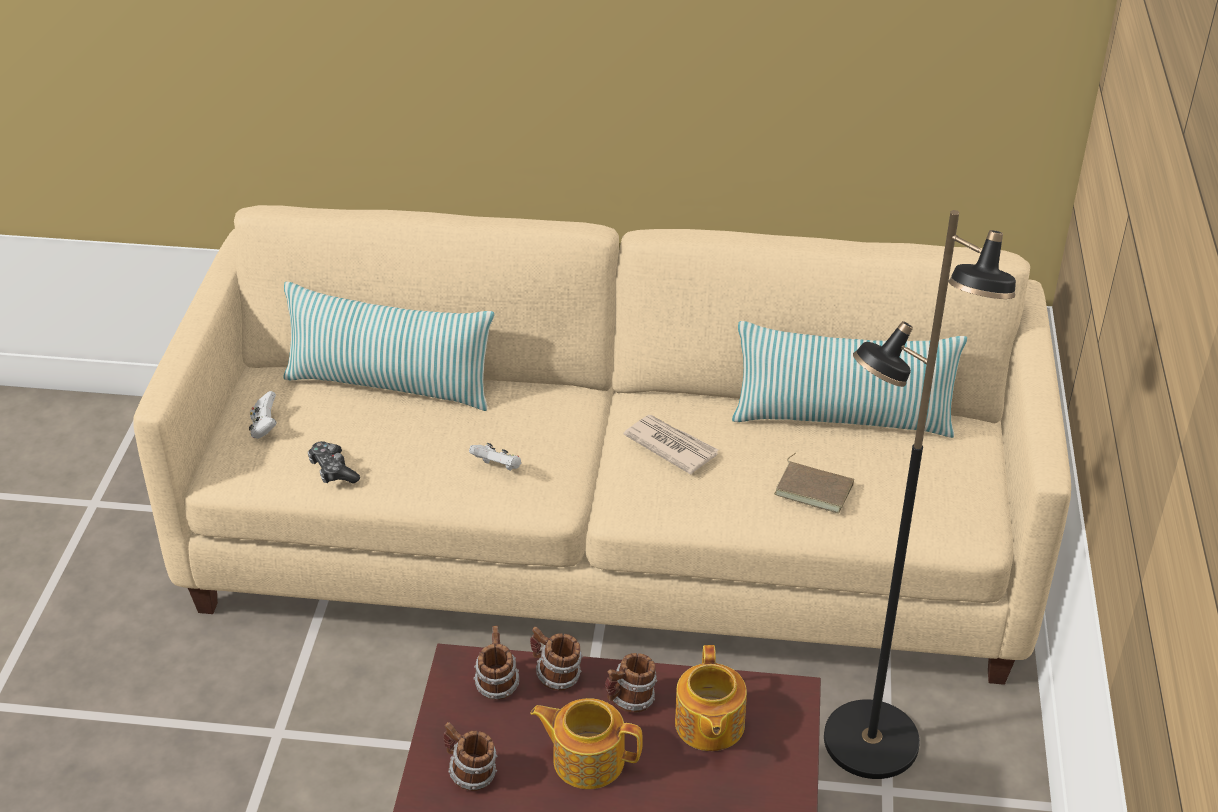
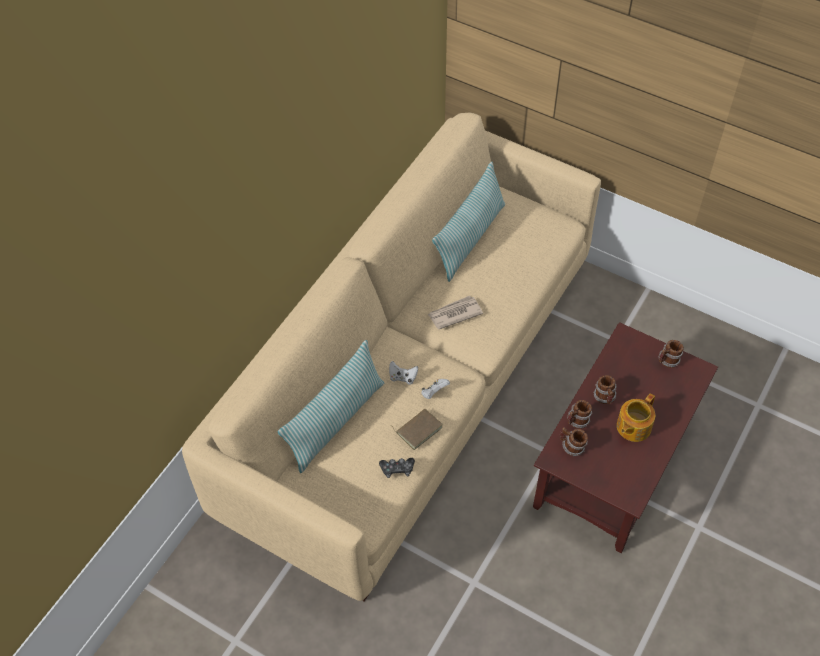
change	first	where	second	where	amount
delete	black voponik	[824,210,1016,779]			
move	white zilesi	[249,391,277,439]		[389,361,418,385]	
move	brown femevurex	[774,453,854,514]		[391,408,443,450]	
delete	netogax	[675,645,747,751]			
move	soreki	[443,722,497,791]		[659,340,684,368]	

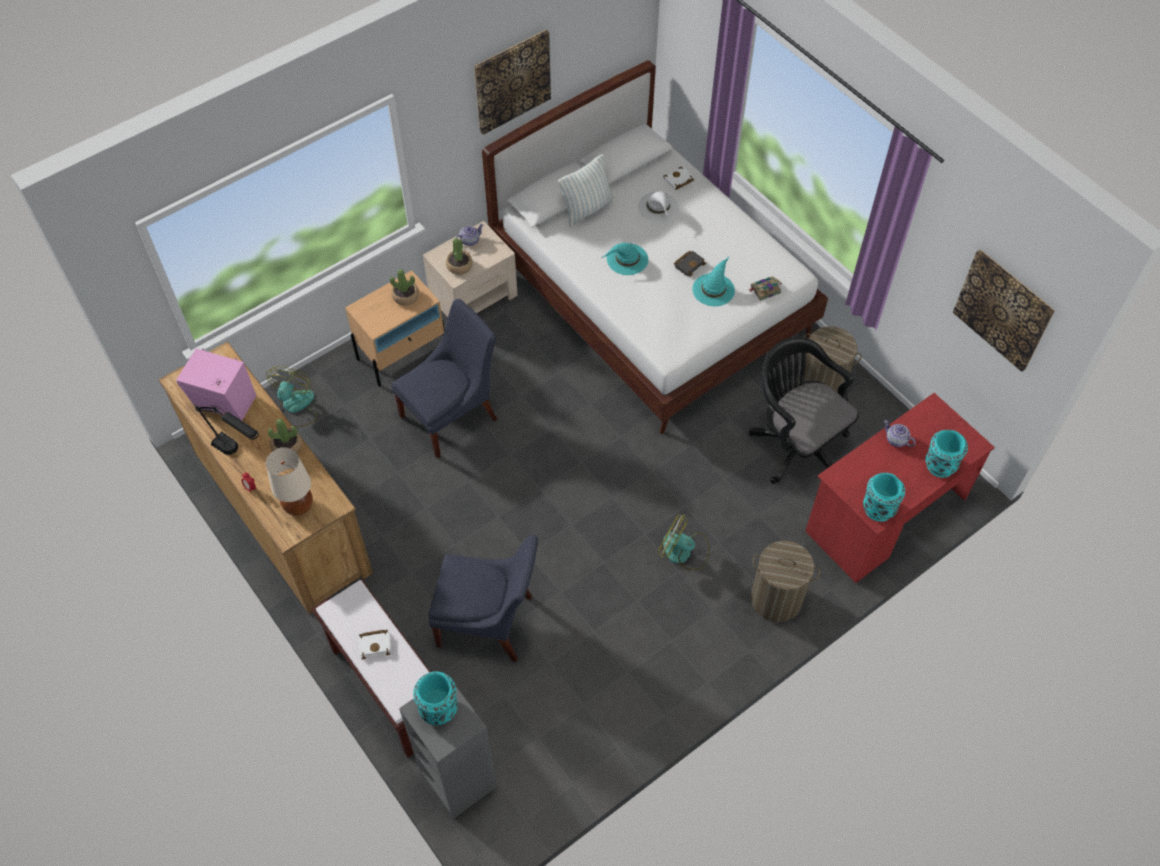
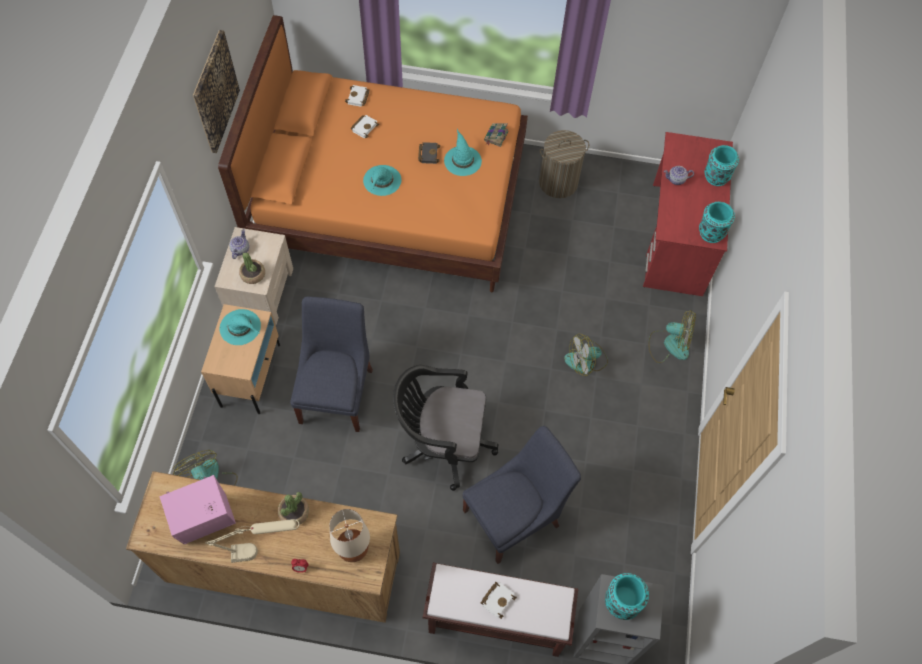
change	first	where	second	where	amount
recolor	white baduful	[482,60,828,434]	orange baduful	[218,15,528,293]	
delete	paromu	[558,154,615,227]			
replace	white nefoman	[638,191,679,222]	white femevurex	[351,115,379,138]	
delete	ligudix	[953,249,1055,372]			
replace	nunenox	[390,269,419,305]	turquoise nefoman	[219,309,261,345]	
move	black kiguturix	[749,337,859,484]		[393,365,499,491]	
recolor	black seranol	[194,405,259,455]	beige seranol	[205,519,299,563]	
replace	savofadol	[751,541,820,622]	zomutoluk	[648,310,696,363]	

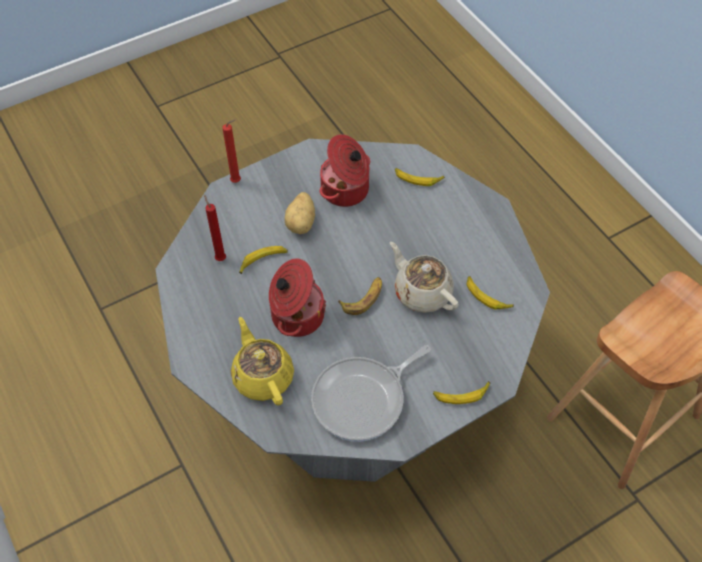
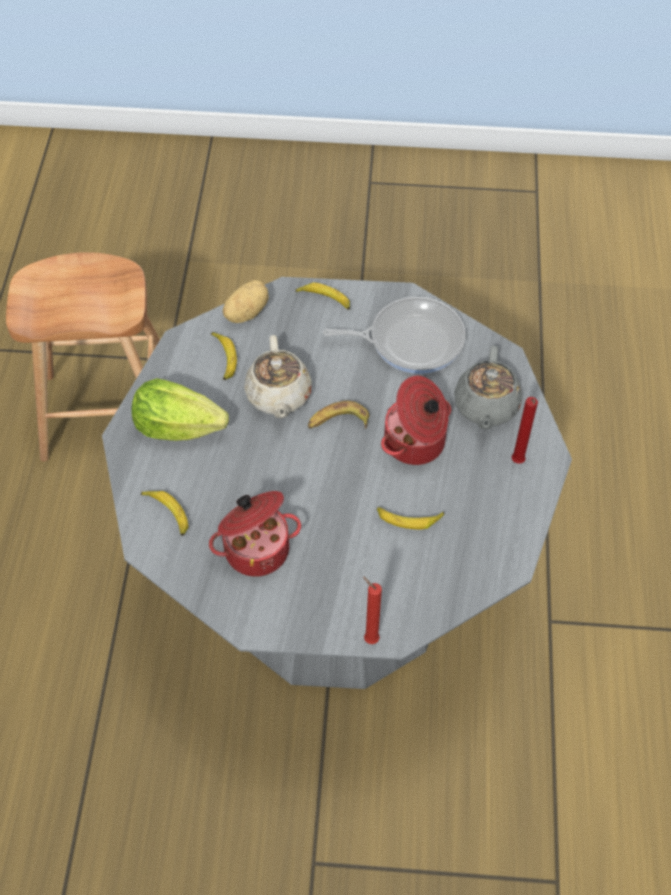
change	first	where	second	where	amount
move	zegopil	[285,192,315,234]		[223,280,269,323]	
move	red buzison	[204,194,226,261]		[512,397,538,464]	
recolor	yellow netogax	[231,317,294,405]	grey netogax	[454,346,522,429]	
insert			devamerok	[131,378,229,441]	

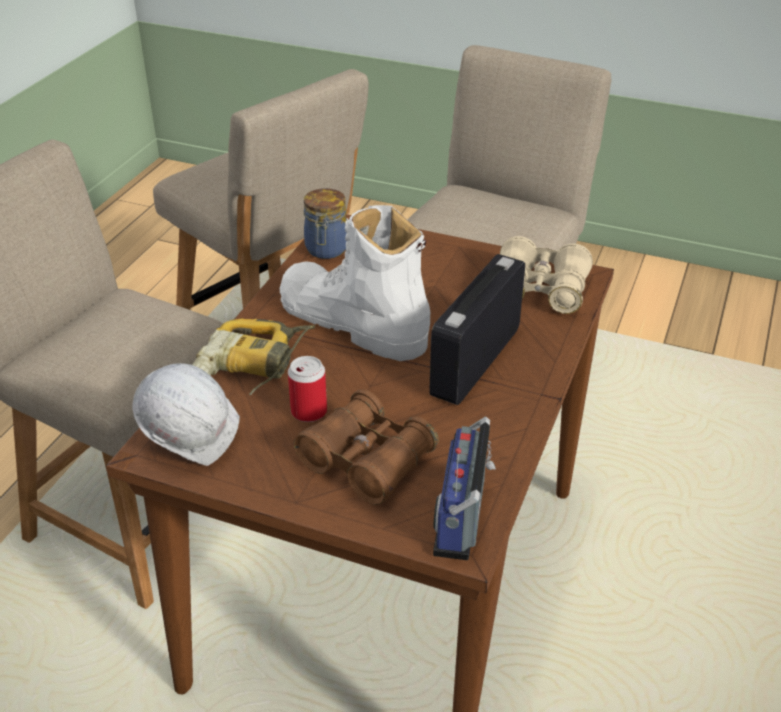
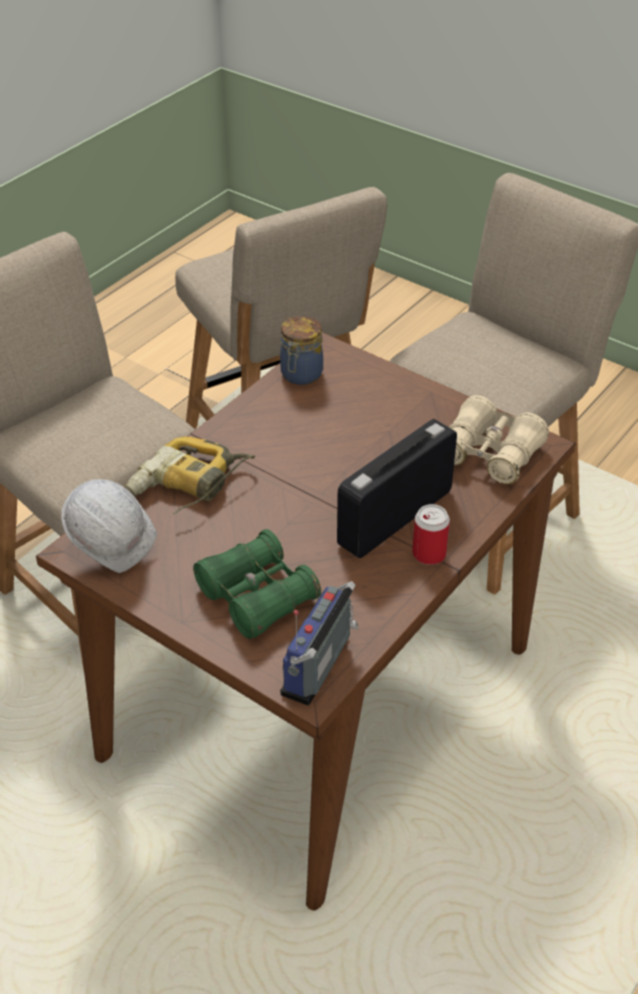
change	first	where	second	where	amount
delete	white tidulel	[280,205,430,361]			
move	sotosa	[288,356,327,422]		[412,504,450,565]	
recolor	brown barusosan	[294,389,439,505]	green barusosan	[193,529,321,639]	

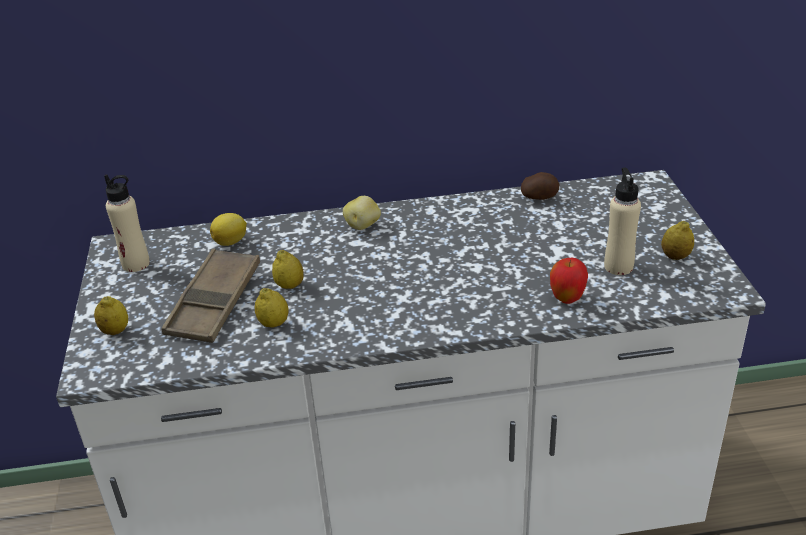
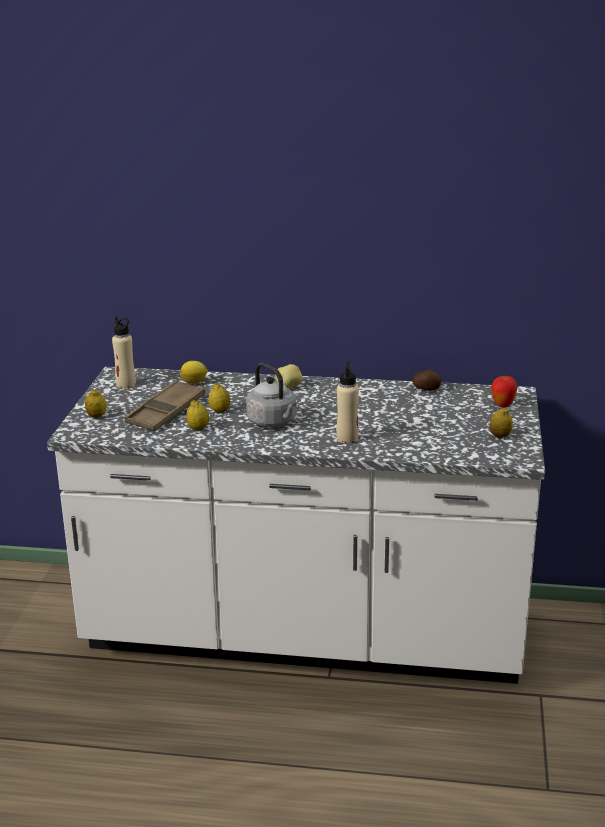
change	first	where	second	where	amount
move	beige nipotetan	[604,167,641,275]		[336,361,359,444]	
move	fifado	[550,258,588,304]		[491,376,517,408]	
insert			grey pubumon	[246,363,297,427]	

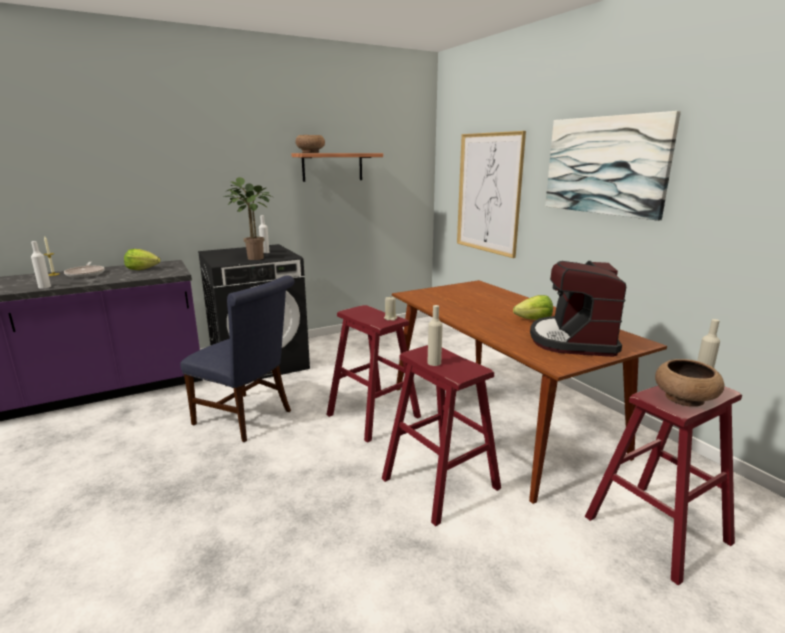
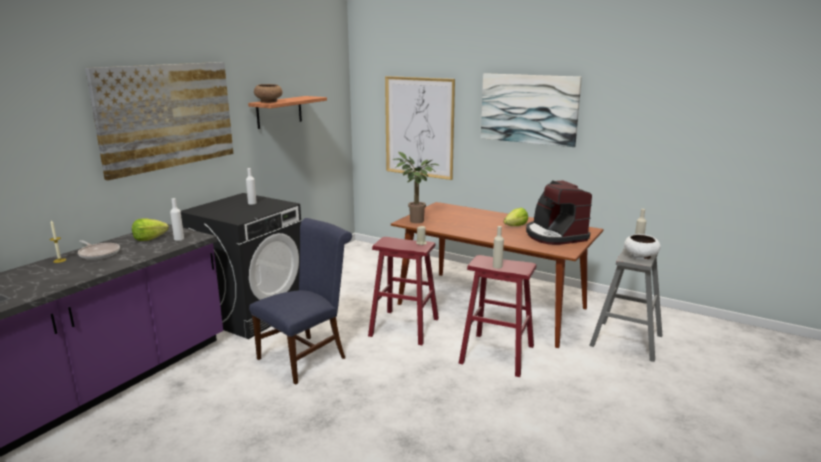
change	first	where	second	where	amount
move	nunenox	[224,177,273,260]		[393,152,440,223]	
move	white nipotetan	[31,241,51,288]		[170,198,184,241]	
rotate	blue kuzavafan	[180,276,295,442]		[249,218,352,385]	45 degrees counterclockwise
recolor	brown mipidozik	[655,359,724,407]	white mipidozik	[624,234,661,260]	
recolor	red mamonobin	[585,386,742,586]	grey mamonobin	[589,247,662,362]	
insert			ligudix	[85,62,233,181]	

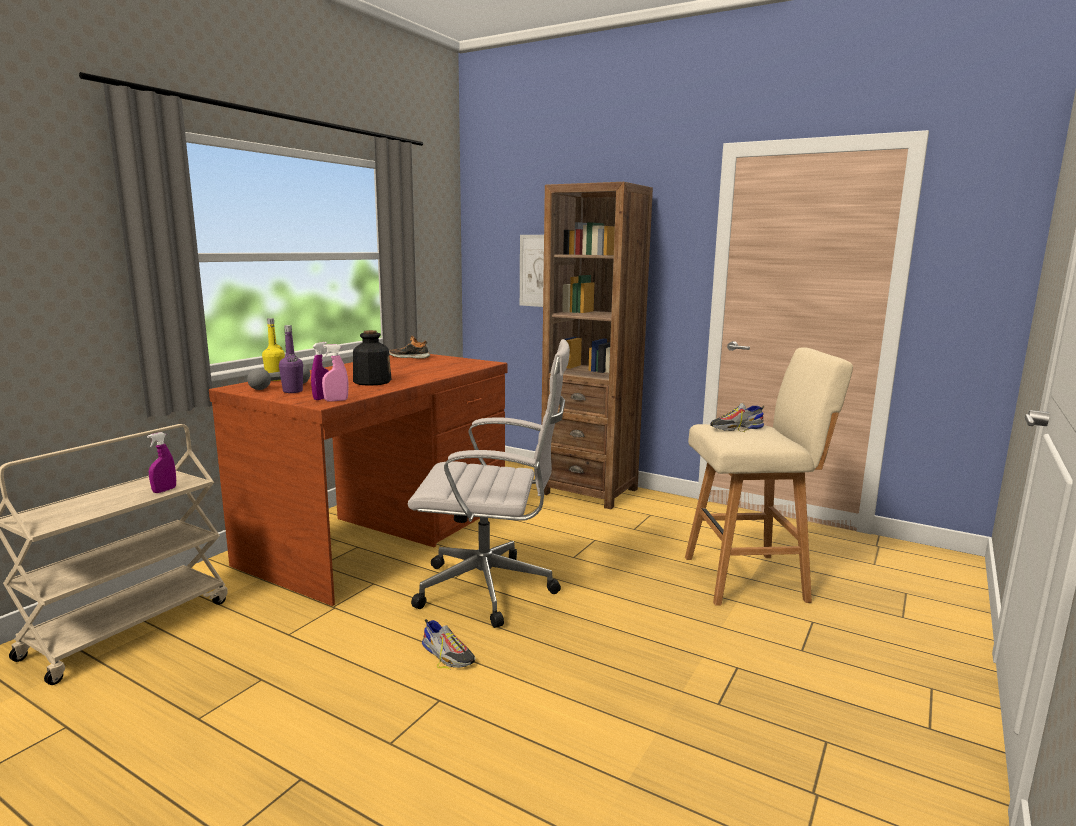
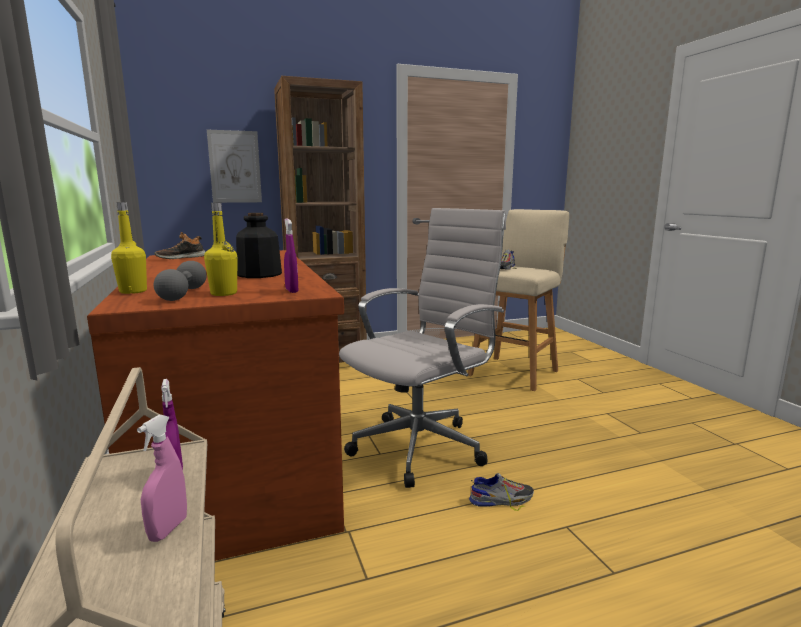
change	first	where	second	where	amount
recolor	purple nipotetan	[279,325,303,393]	yellow nipotetan	[204,203,237,296]	
move	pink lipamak	[322,344,348,401]		[137,415,187,542]	

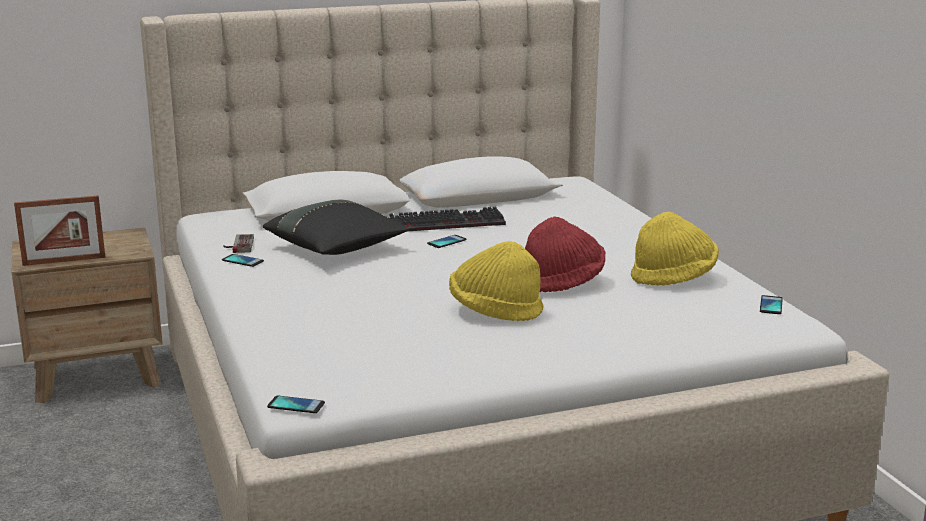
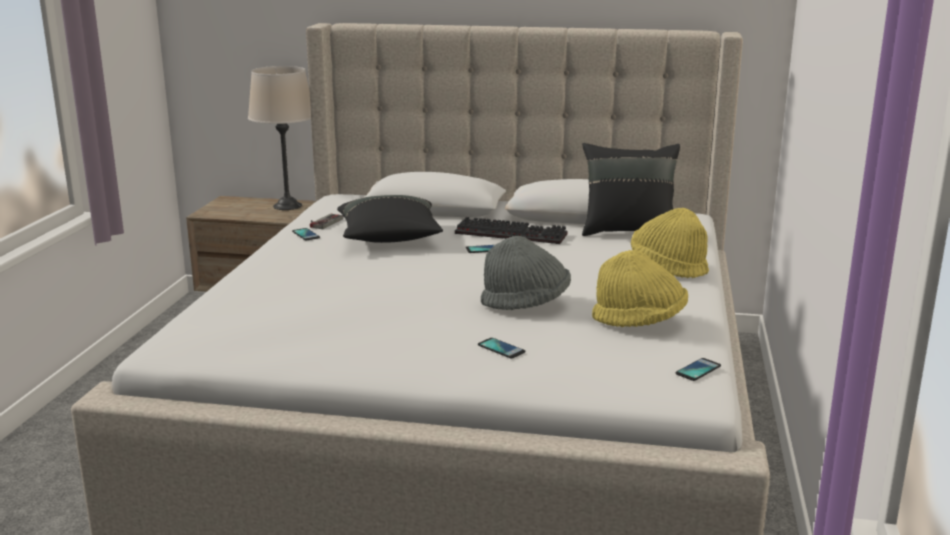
change	first	where	second	where	amount
delete	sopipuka	[14,195,105,266]			
recolor	red nefoman	[525,217,605,292]	grey nefoman	[481,236,571,310]	
move	yellow nefoman	[449,241,543,321]		[631,208,709,278]	
move	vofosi	[267,396,325,413]		[478,338,525,359]	
insert			beige seranol	[248,66,311,210]	
insert			black paromu	[582,143,680,236]	

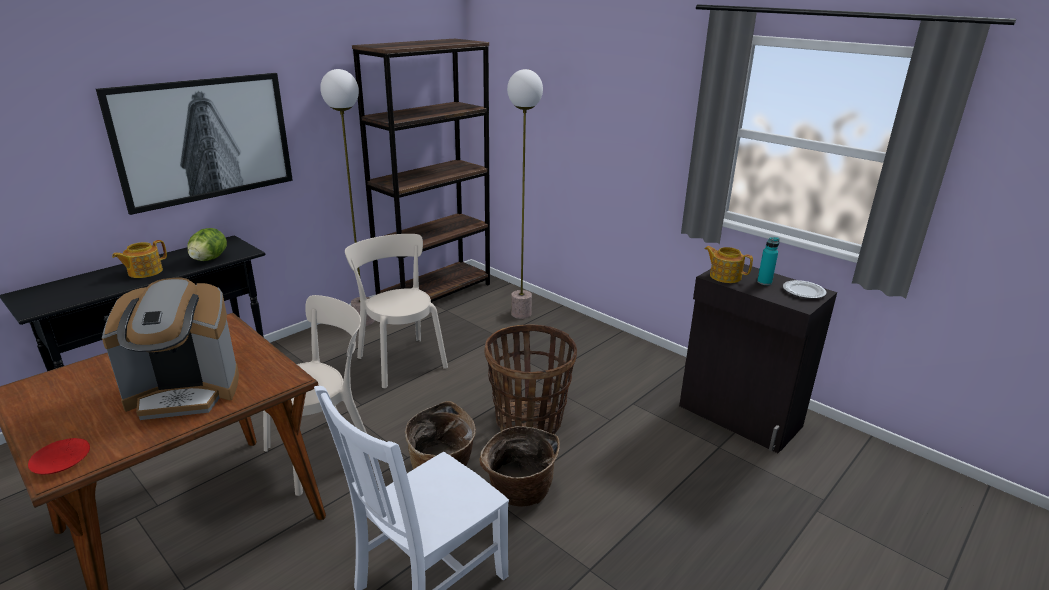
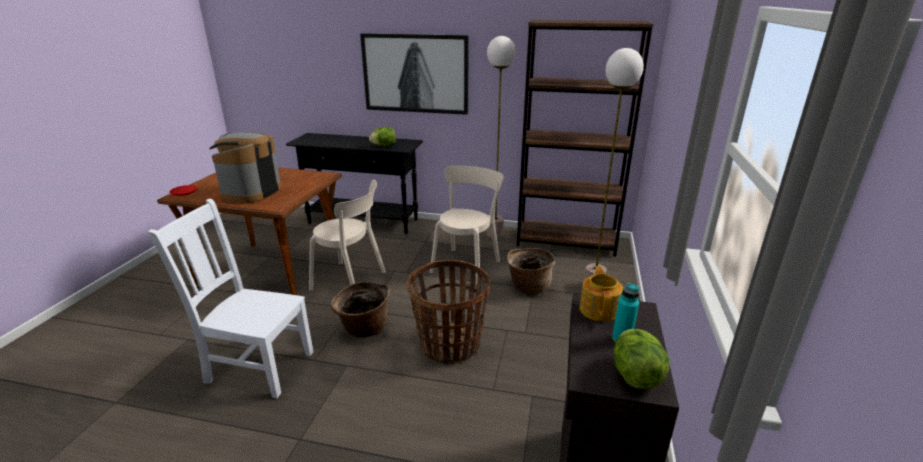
change	first	where	second	where	amount
delete	netogax	[112,240,167,278]			
rotate	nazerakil	[102,278,239,420]		[209,133,281,203]	60 degrees clockwise
replace	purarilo	[783,280,826,298]	devamerok	[614,329,670,389]	
move	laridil	[479,426,560,507]		[507,248,555,296]	

